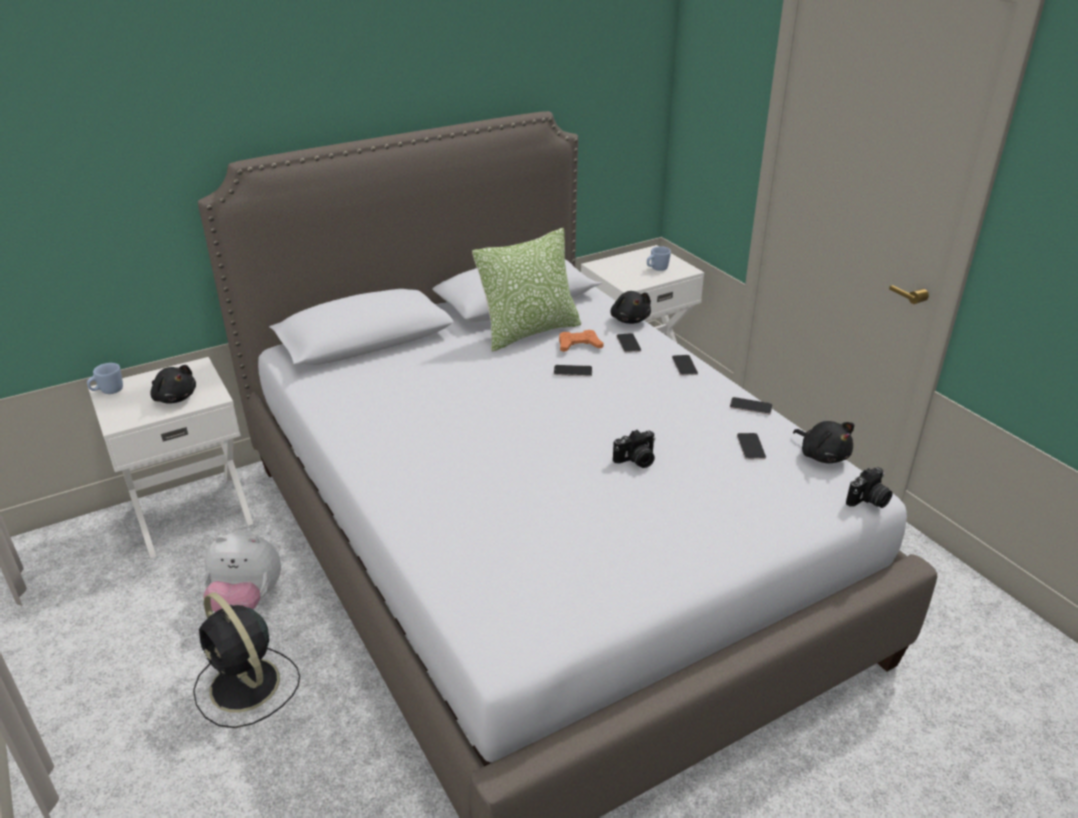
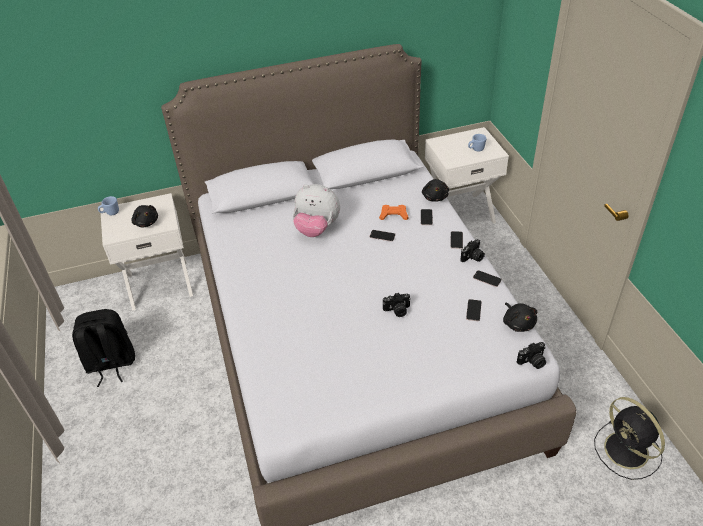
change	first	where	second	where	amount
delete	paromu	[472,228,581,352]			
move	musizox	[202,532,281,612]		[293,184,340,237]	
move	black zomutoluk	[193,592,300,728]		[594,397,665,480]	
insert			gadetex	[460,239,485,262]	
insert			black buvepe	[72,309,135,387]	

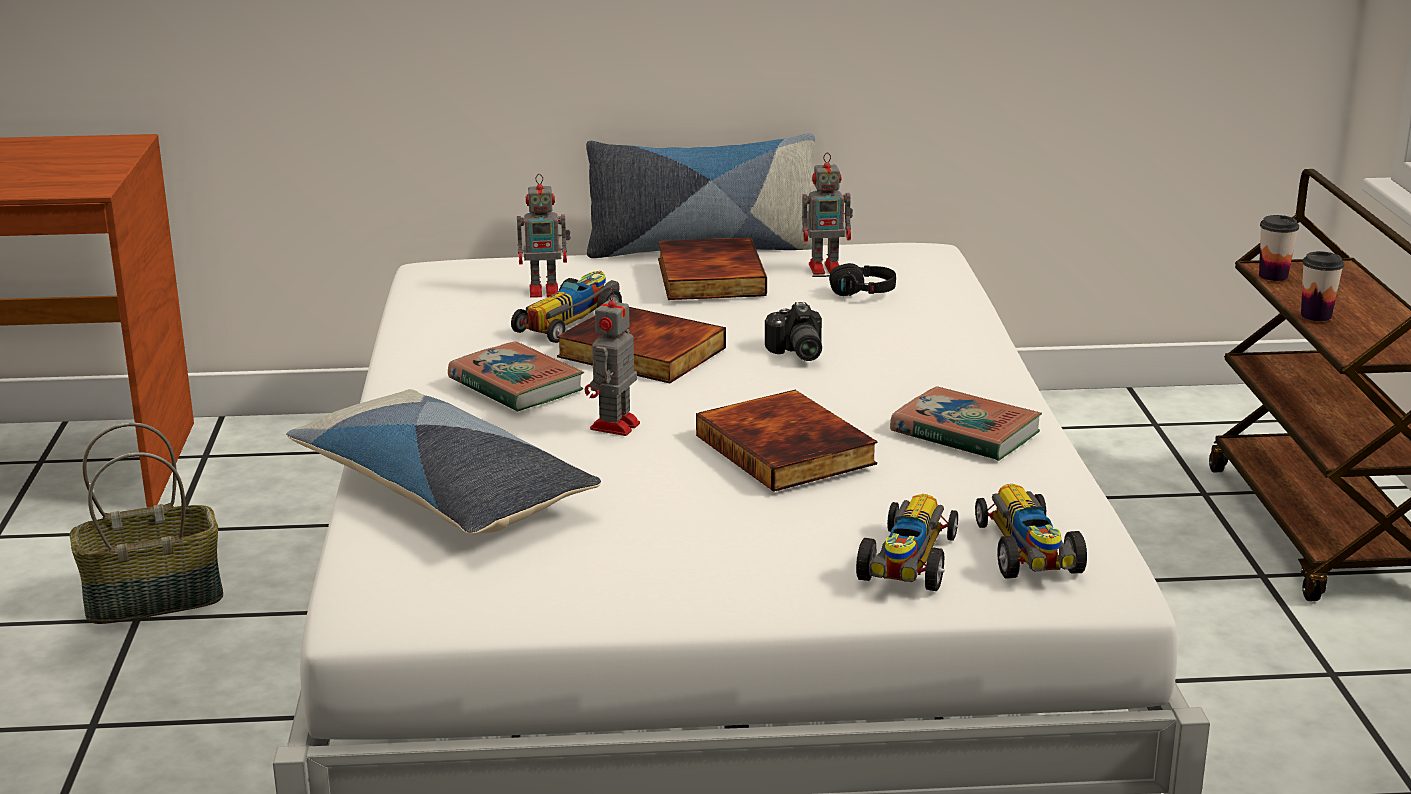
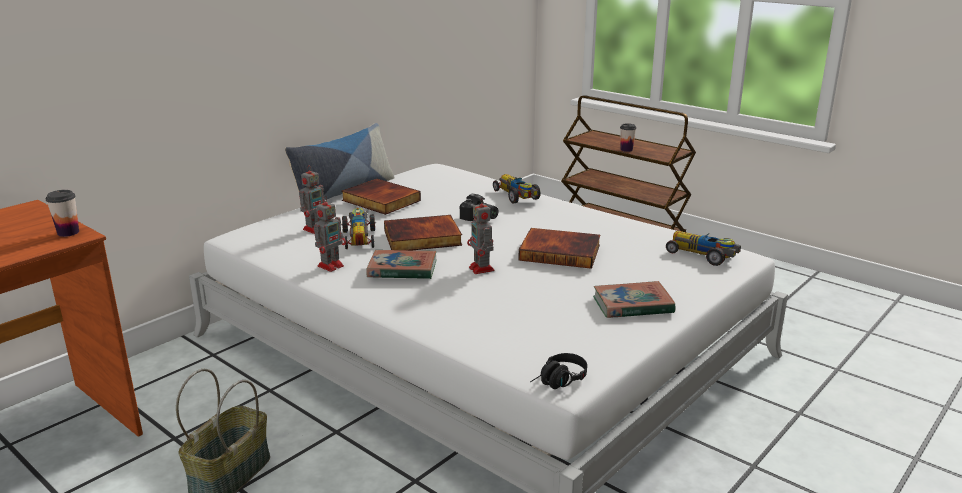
change	first	where	second	where	amount
move	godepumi	[802,152,853,275]		[314,196,346,272]	
move	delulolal	[1259,215,1299,281]		[46,190,79,237]	
move	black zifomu	[812,263,896,296]		[530,353,587,389]	
move	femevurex	[890,386,1042,461]		[593,281,675,318]	
delete	paromu	[286,389,601,534]			
move	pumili	[856,494,958,591]		[493,174,540,204]	

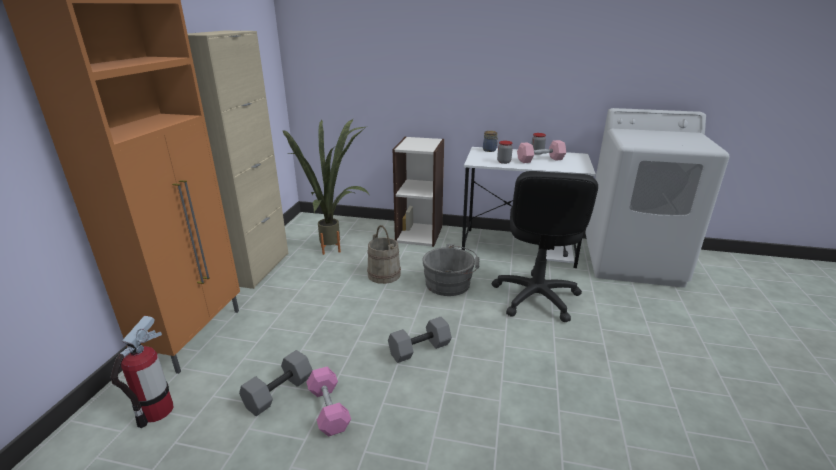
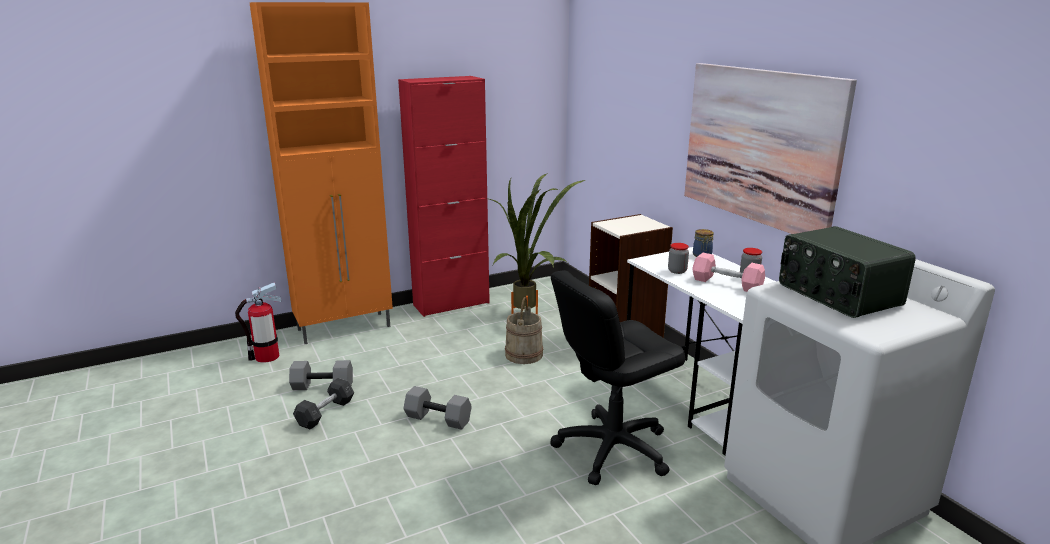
change	first	where	second	where	amount
recolor	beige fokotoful	[188,31,289,289]	red fokotoful	[398,76,490,317]	
delete	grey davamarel	[422,244,479,296]			
recolor	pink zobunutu	[306,367,351,437]	grey zobunutu	[293,378,354,430]	
insert			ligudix	[684,63,857,234]	
insert			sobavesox	[779,226,916,318]	

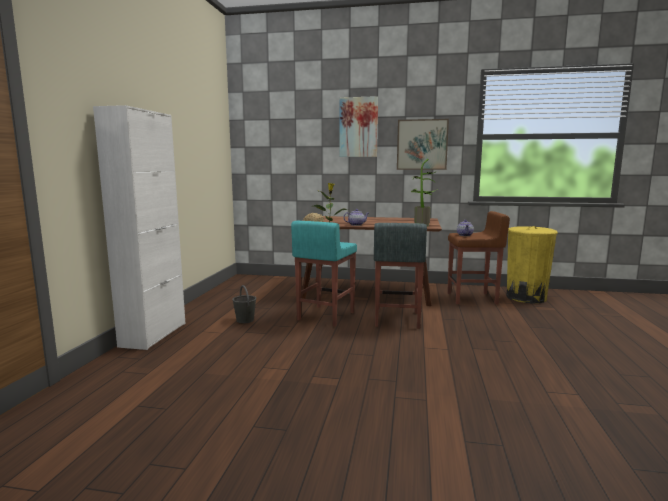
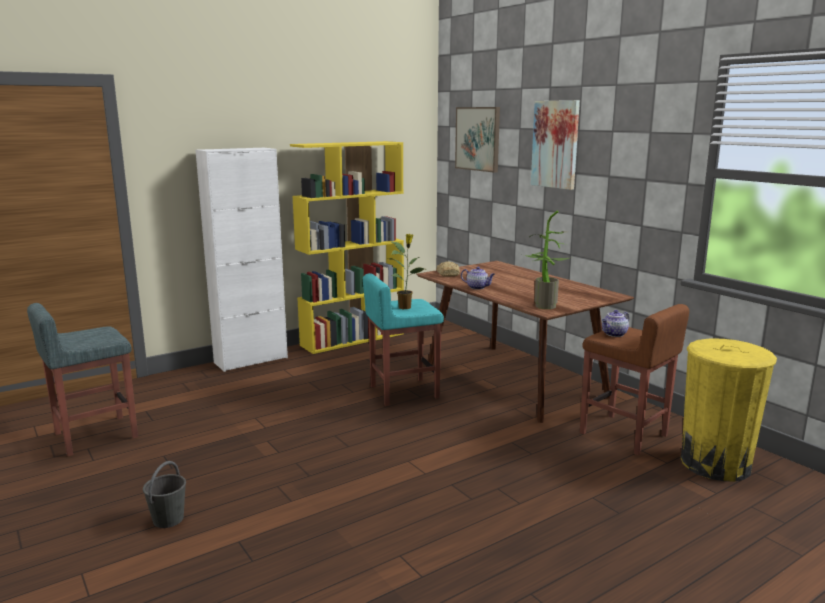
change	first	where	second	where	amount
move	ligudix	[397,119,449,170]		[455,107,500,173]	
move	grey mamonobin	[374,223,427,329]		[27,303,138,456]	
move	grey davamarel	[232,285,256,323]		[143,461,186,528]	
insert			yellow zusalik	[290,141,404,354]	

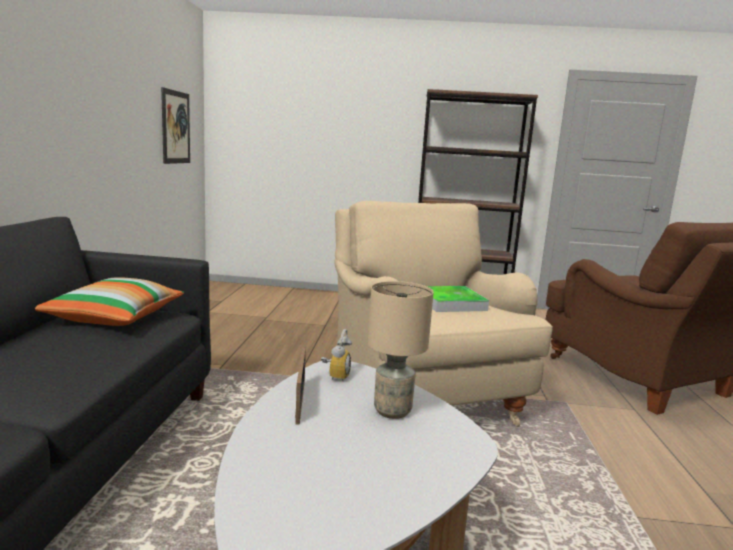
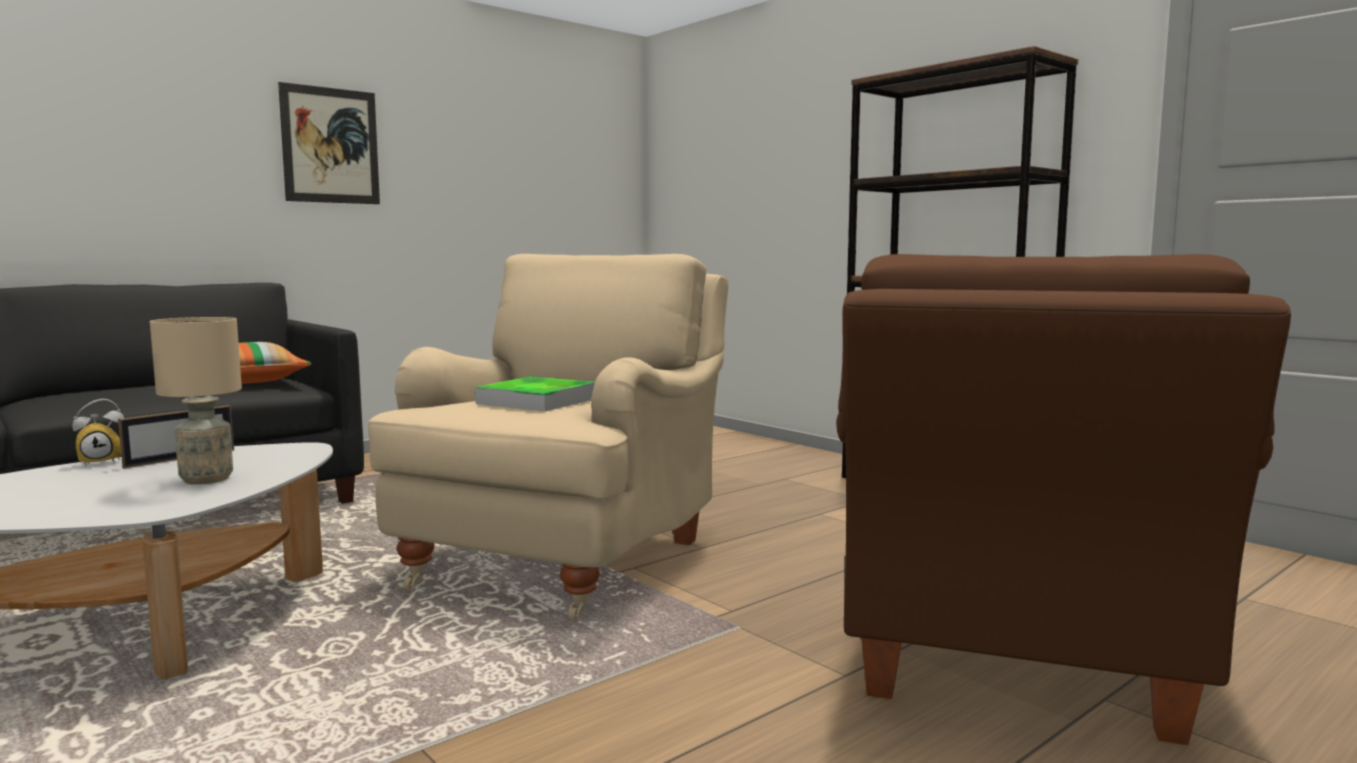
change	first	where	second	where	amount
move	ligudix	[161,87,190,164]		[278,82,380,204]	
move	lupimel	[321,329,352,381]		[72,399,124,467]	

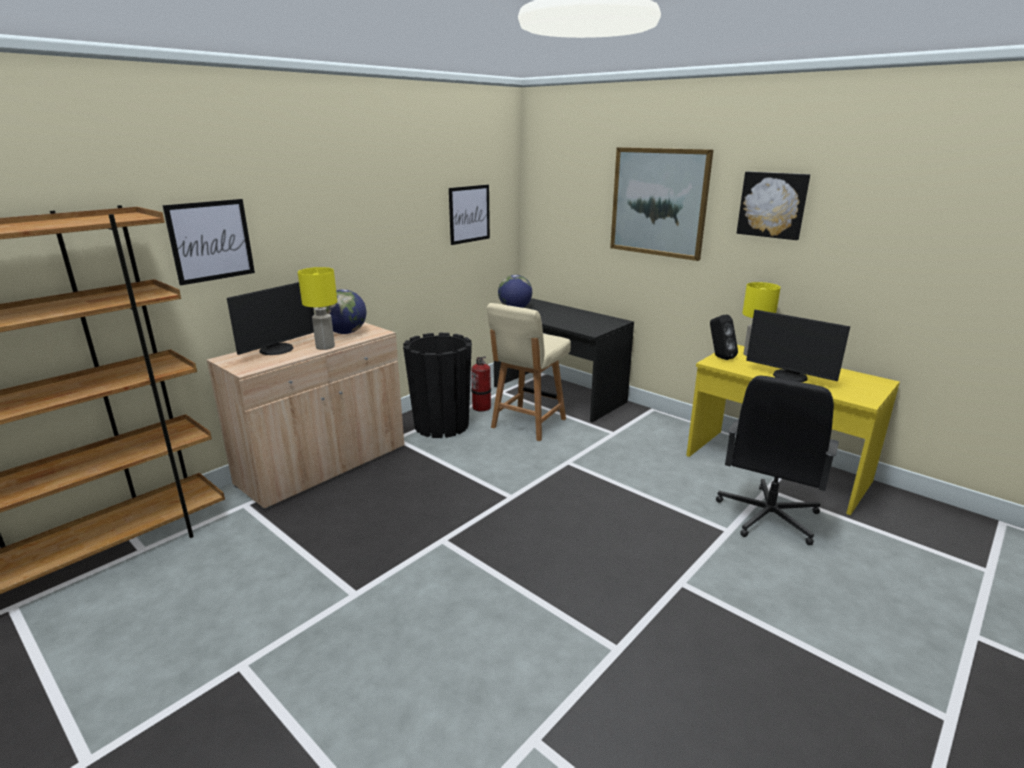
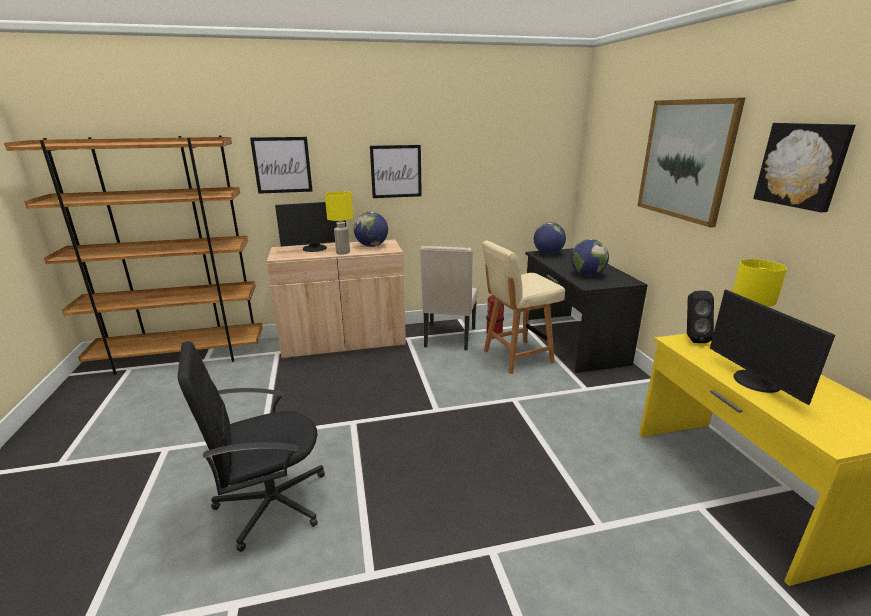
change	first	where	second	where	amount
move	ligudix	[449,185,490,245]		[370,145,422,198]	
replace	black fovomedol	[403,333,472,438]	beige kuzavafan	[420,246,478,350]	
move	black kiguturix	[716,376,839,545]		[177,341,325,552]	
insert			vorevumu	[571,239,609,276]	

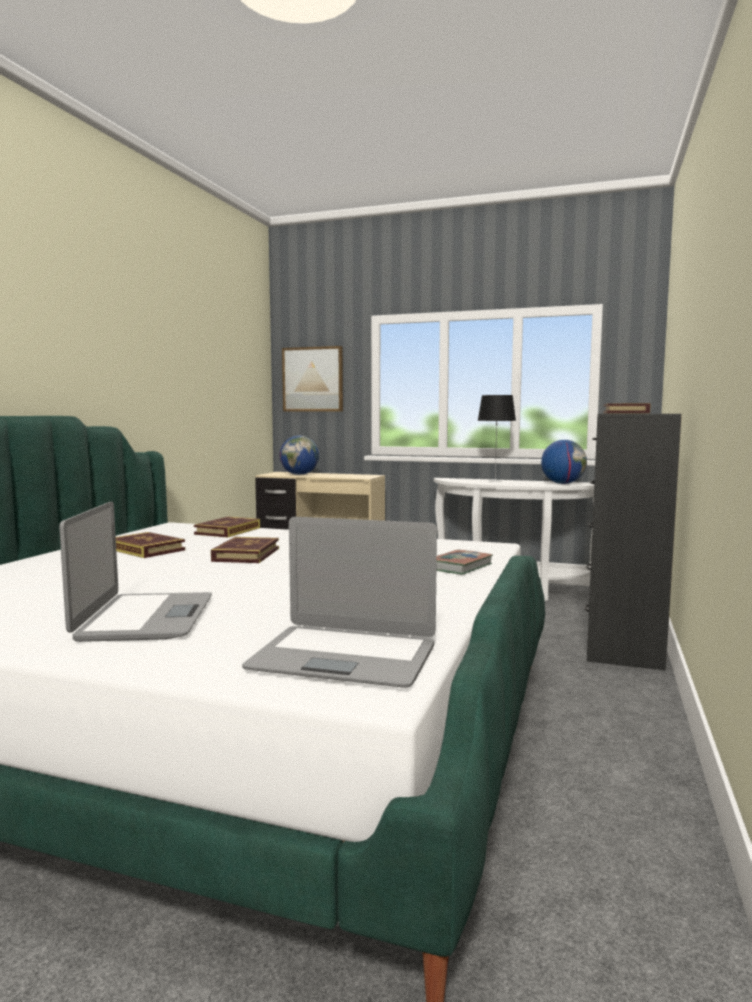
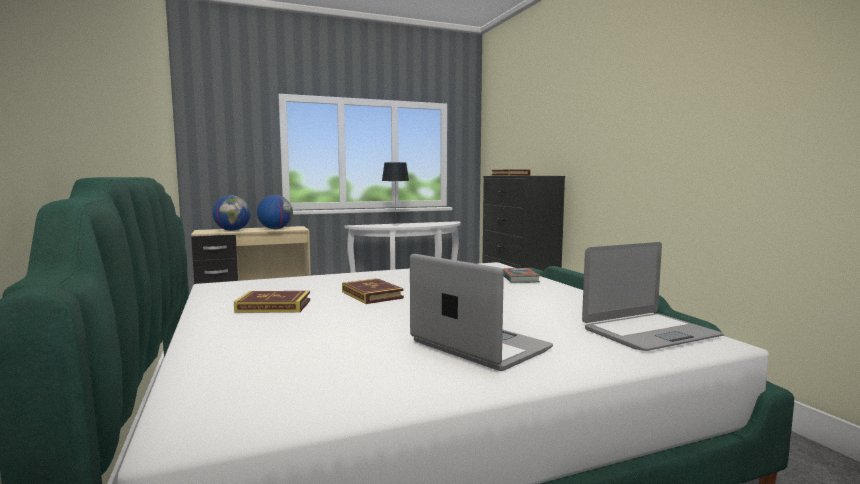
change	first	where	second	where	amount
delete	ligudix	[282,346,343,412]			
move	vorevumu	[541,440,587,484]		[257,195,293,229]	
delete	femevurex	[194,517,260,537]			

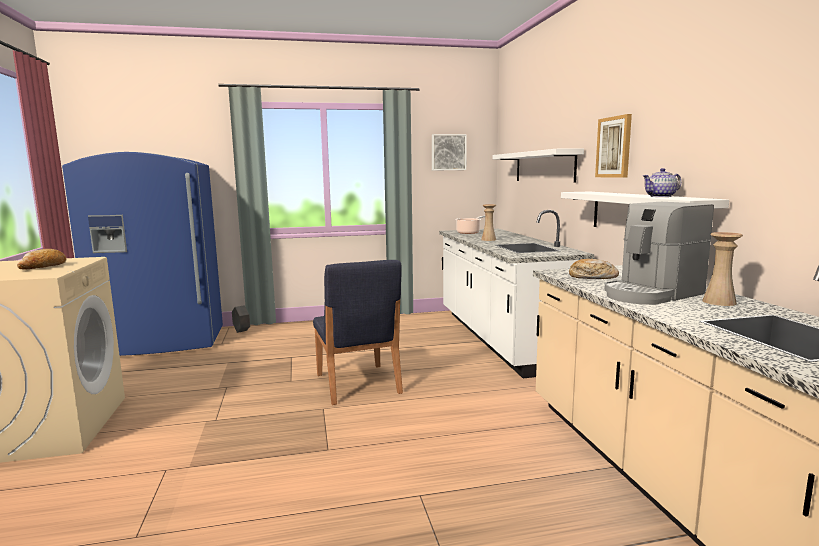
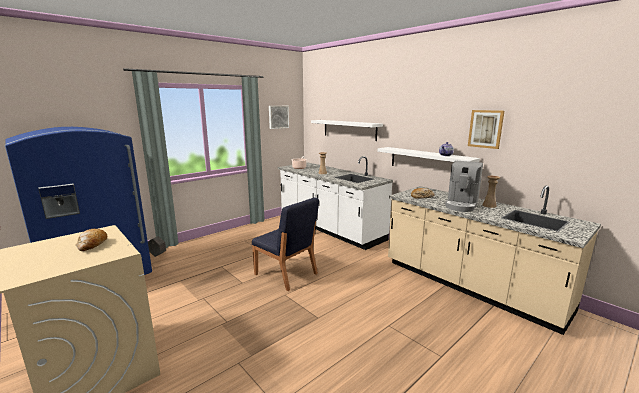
change	first	where	second	where	amount
move	ligudix	[595,114,632,178]		[468,110,504,149]	

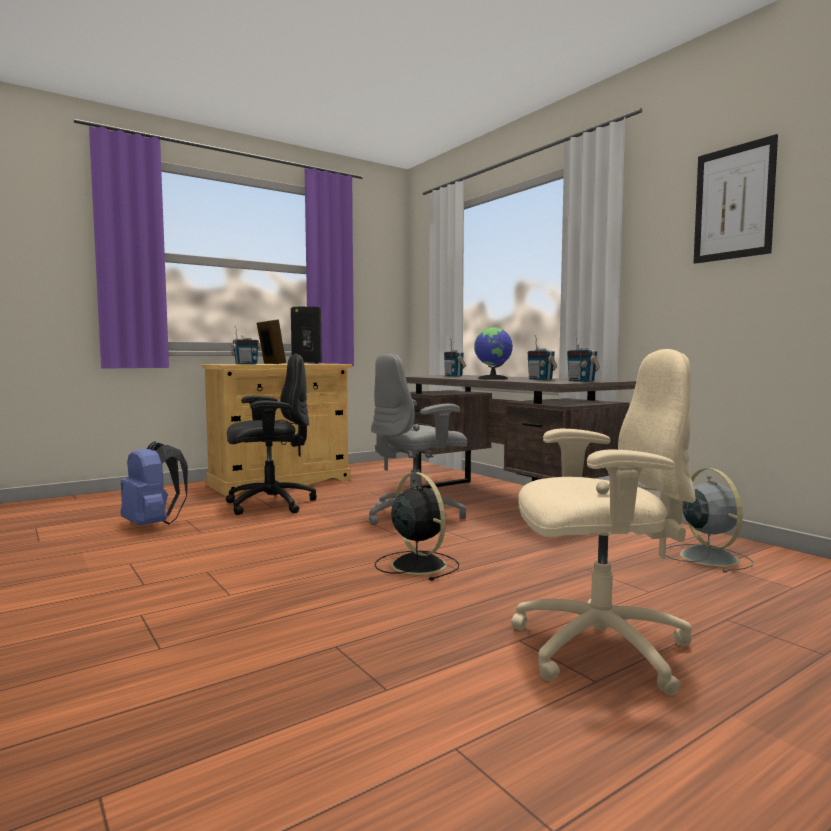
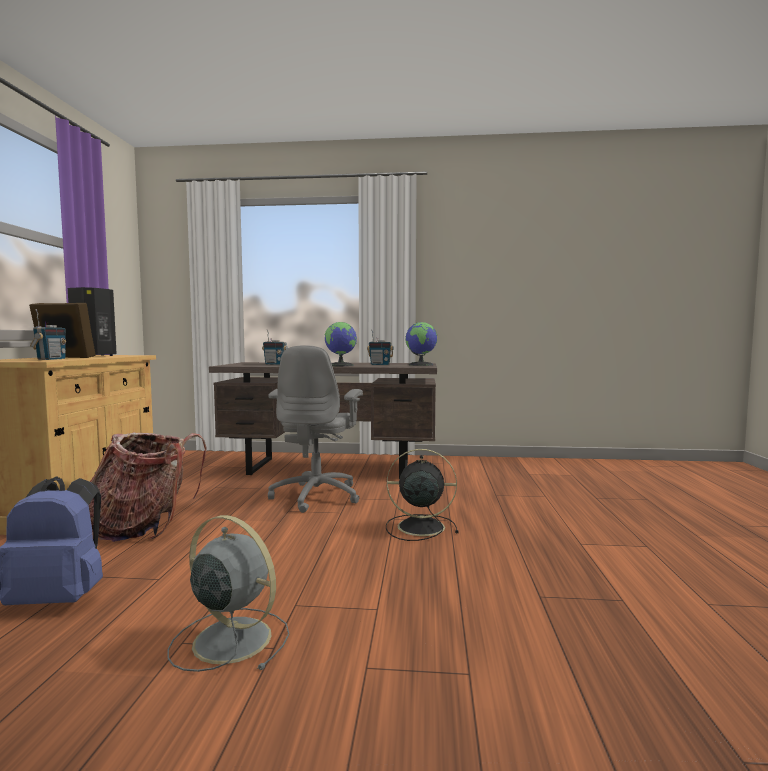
change	first	where	second	where	amount
delete	ligudix	[694,134,778,264]			
replace	sobavesox	[567,334,600,382]	vorevumu	[405,322,437,366]	
delete	beige kiguturix	[511,349,696,696]			
replace	black kiguturix	[226,354,317,515]	buvepe	[89,432,207,542]	
move	grey zomutoluk	[665,468,754,573]		[168,515,289,672]	

